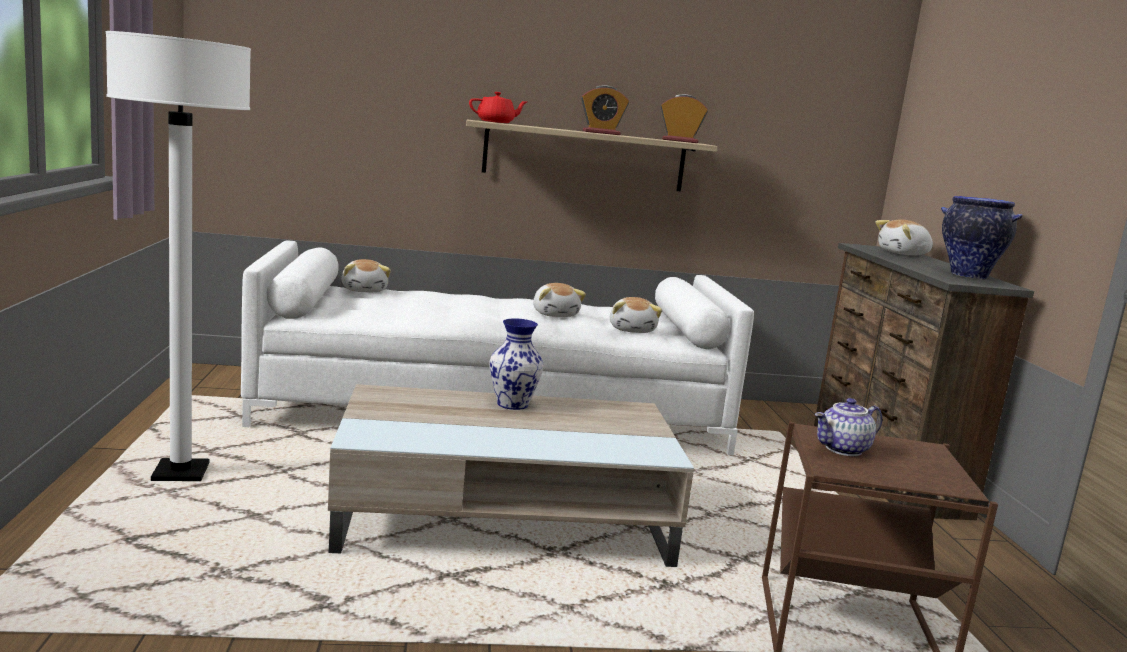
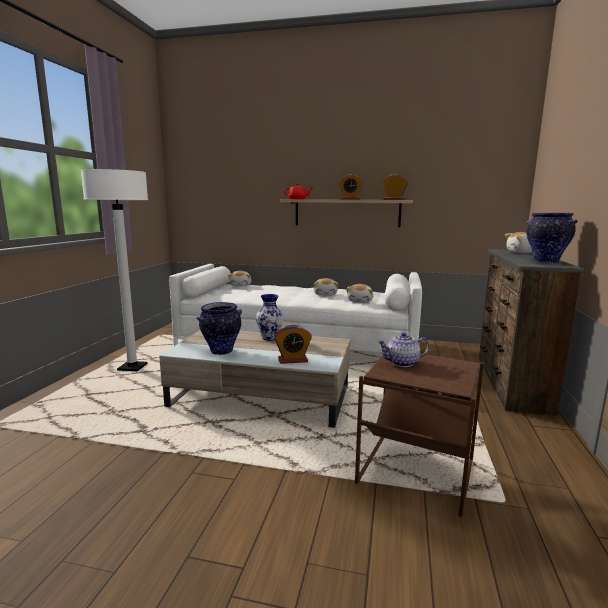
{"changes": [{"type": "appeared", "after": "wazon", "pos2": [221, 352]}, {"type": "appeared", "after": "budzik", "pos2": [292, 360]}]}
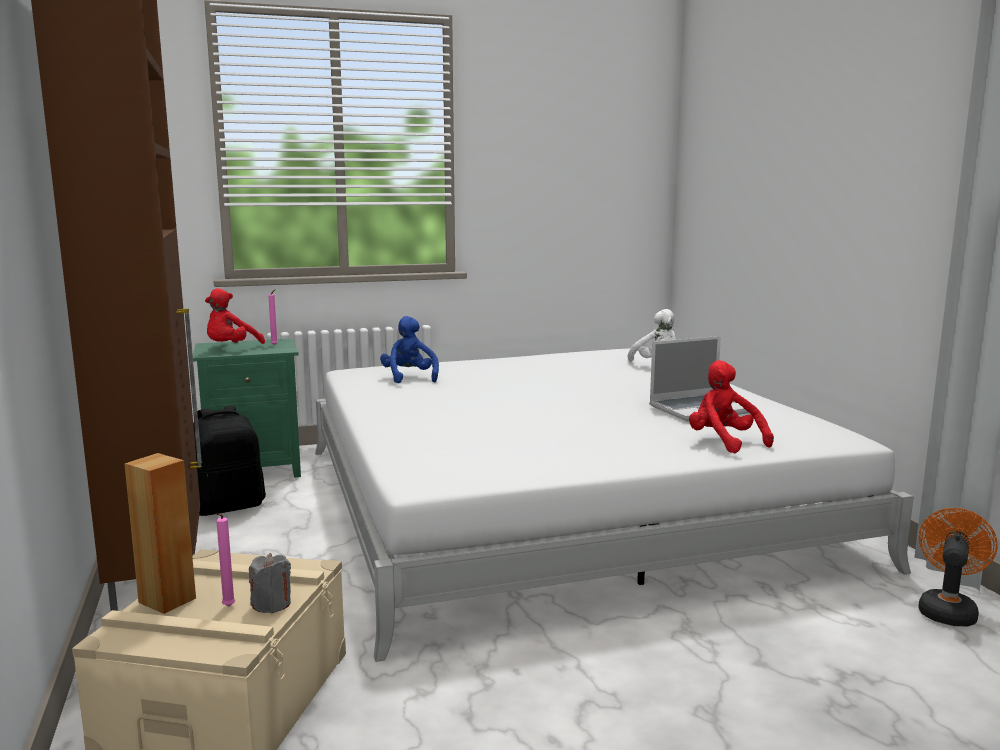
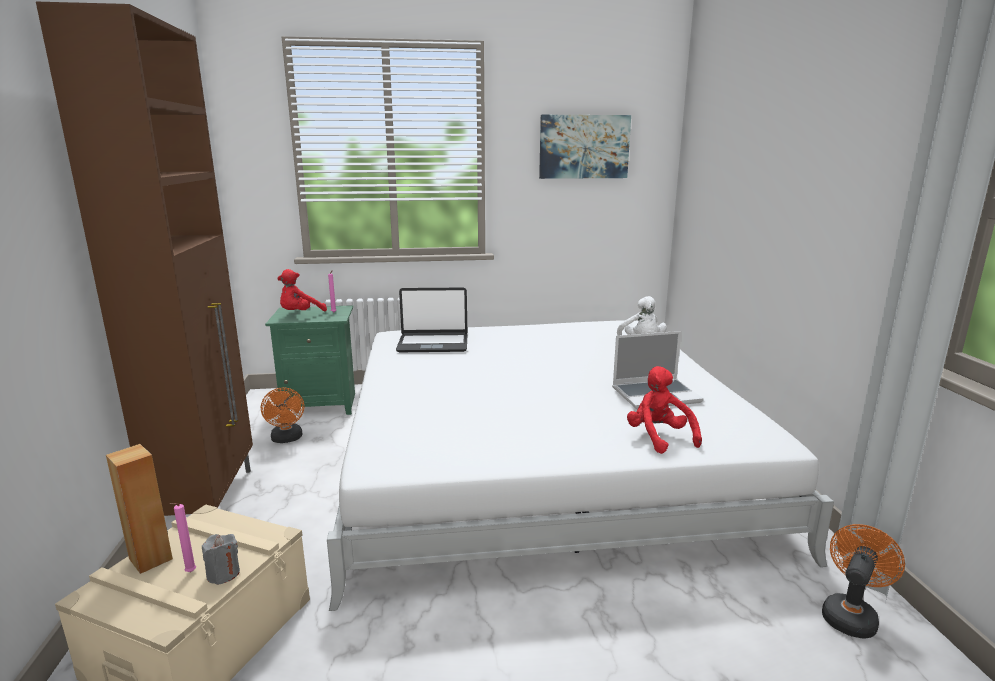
{"changes": [{"type": "appeared", "after": "obraz", "pos2": [584, 147]}, {"type": "exchanged", "before": "plecak (czarny)", "after": "wentylator (pomarańczowy)", "pos1": [228, 506], "pos2": [287, 439]}, {"type": "exchanged", "before": "pluszak (niebieski)", "after": "laptop", "pos1": [409, 378], "pos2": [433, 344]}]}
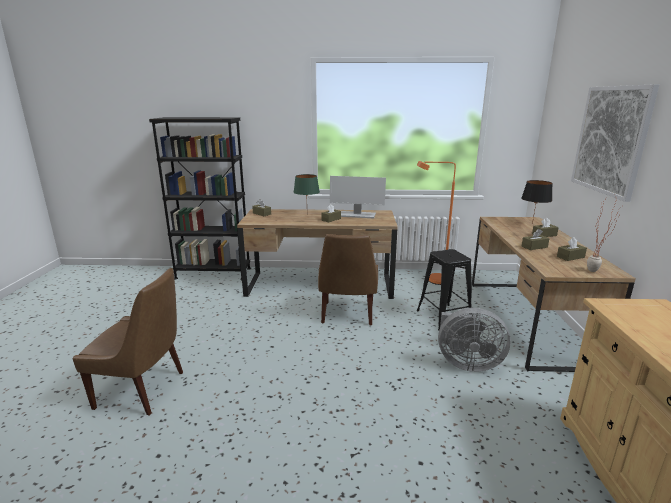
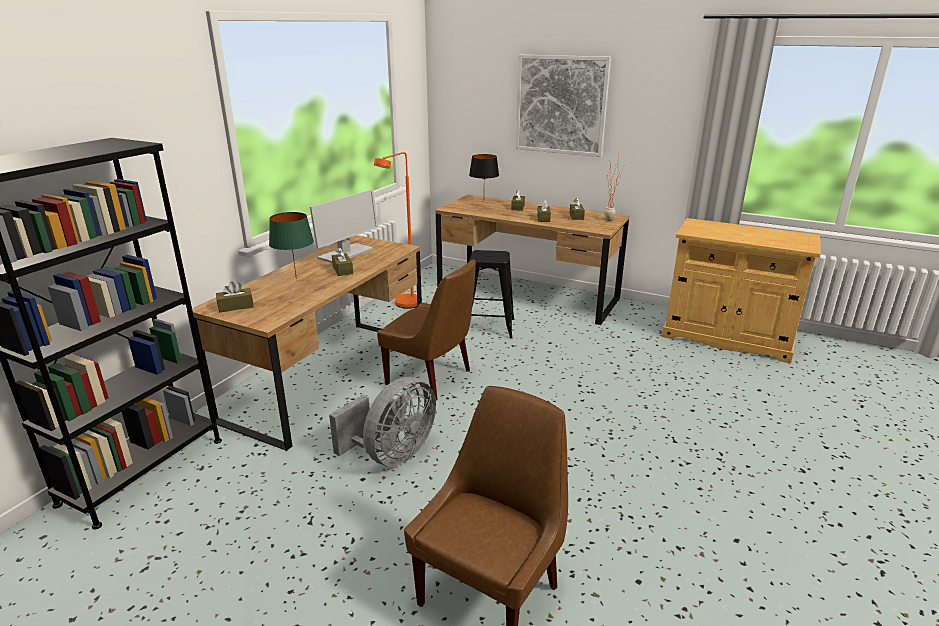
{"changes": [{"type": "relocated", "before": "wentylator (szary)", "pos1": [466, 363], "pos2": [392, 455]}]}
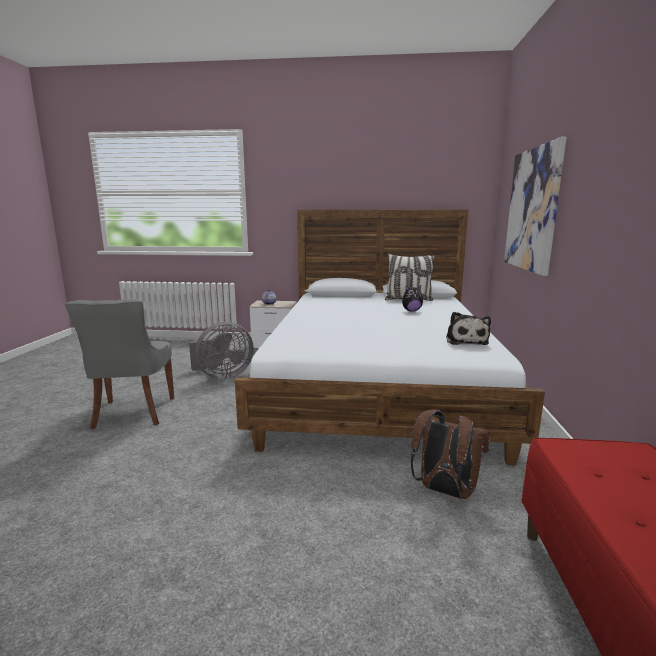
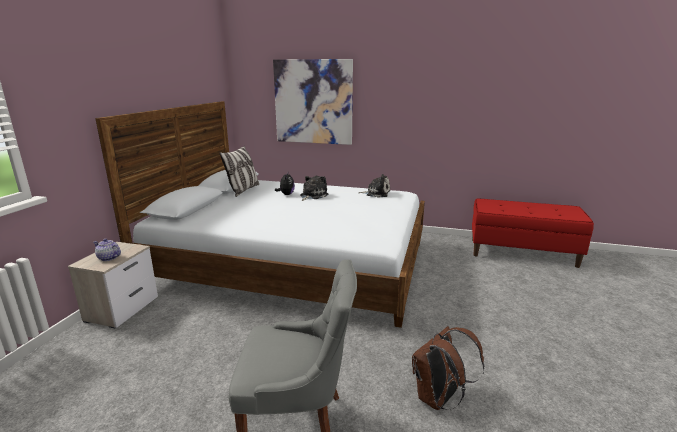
{"changes": [{"type": "missing", "before": "wentylator (szary)", "pos1": [222, 376]}, {"type": "appeared", "after": "pluszak", "pos2": [312, 195]}, {"type": "relocated", "before": "plecak (brązowy)", "pos1": [444, 491], "pos2": [439, 399]}]}
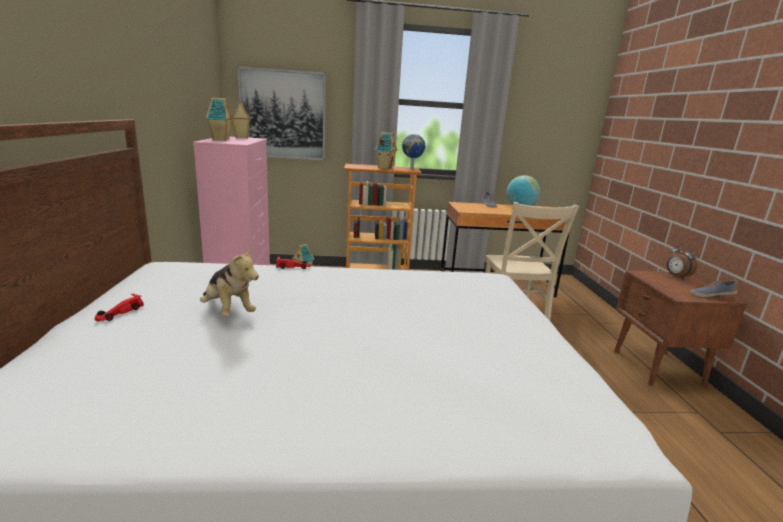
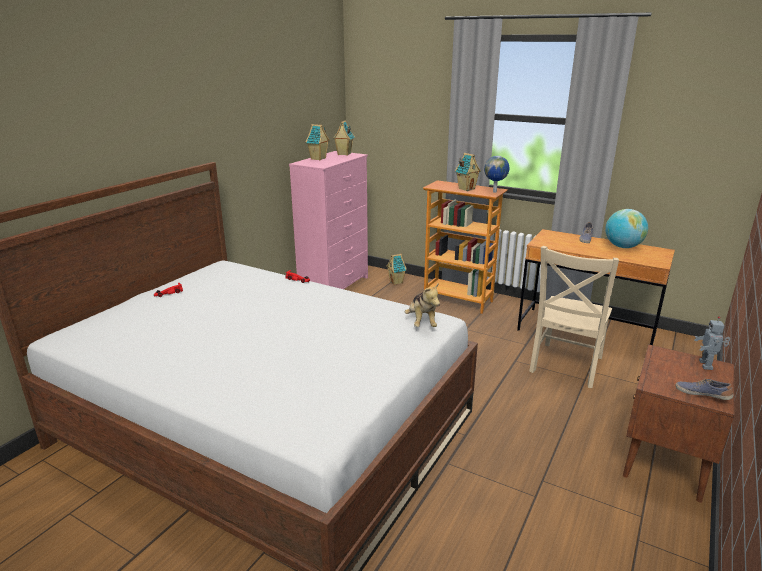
{"changes": [{"type": "missing", "before": "obraz", "pos1": [283, 115]}, {"type": "relocated", "before": "pluszak", "pos1": [228, 311], "pos2": [421, 322]}, {"type": "exchanged", "before": "budzik", "after": "robot zabawkowy", "pos1": [676, 276], "pos2": [706, 365]}]}
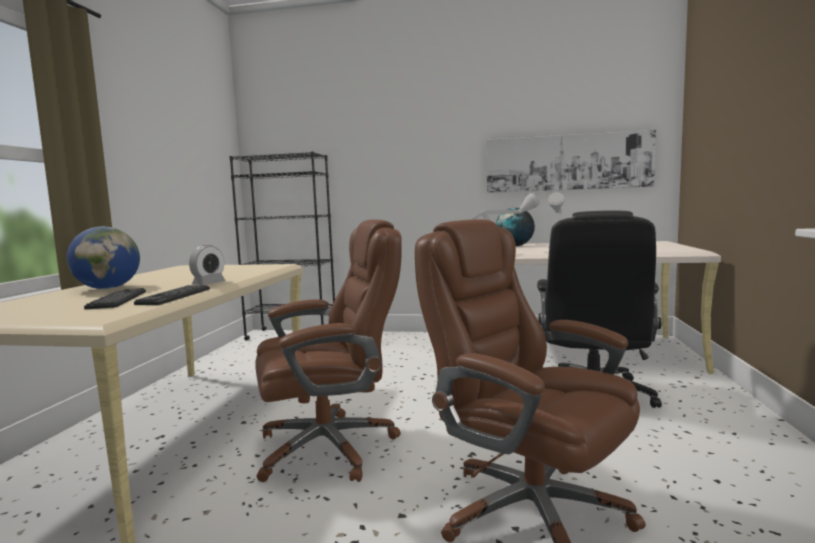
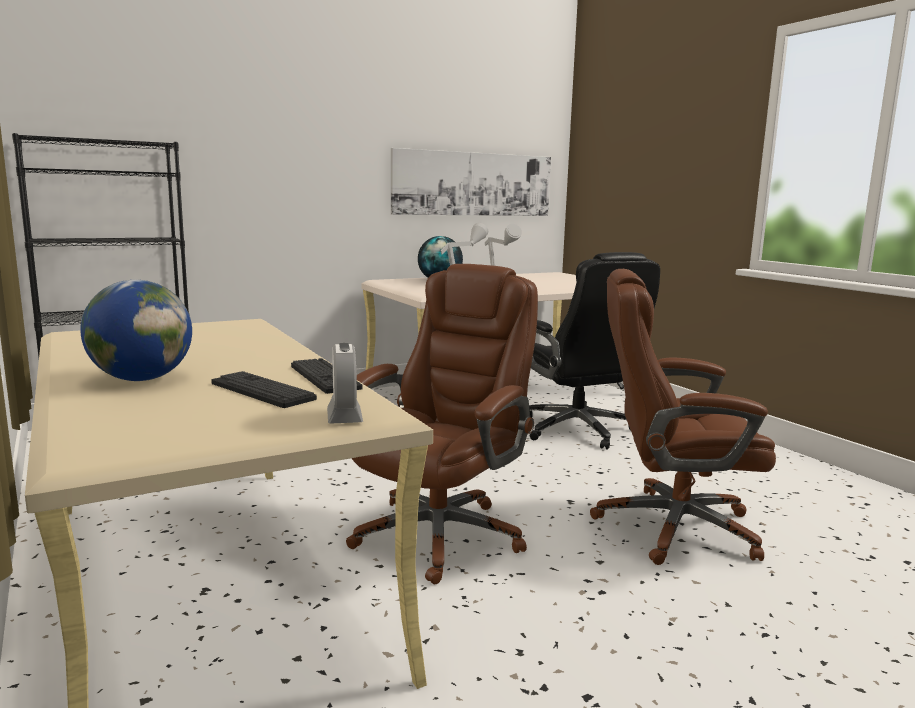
{"changes": [{"type": "relocated", "before": "budzik", "pos1": [209, 284], "pos2": [344, 417]}]}
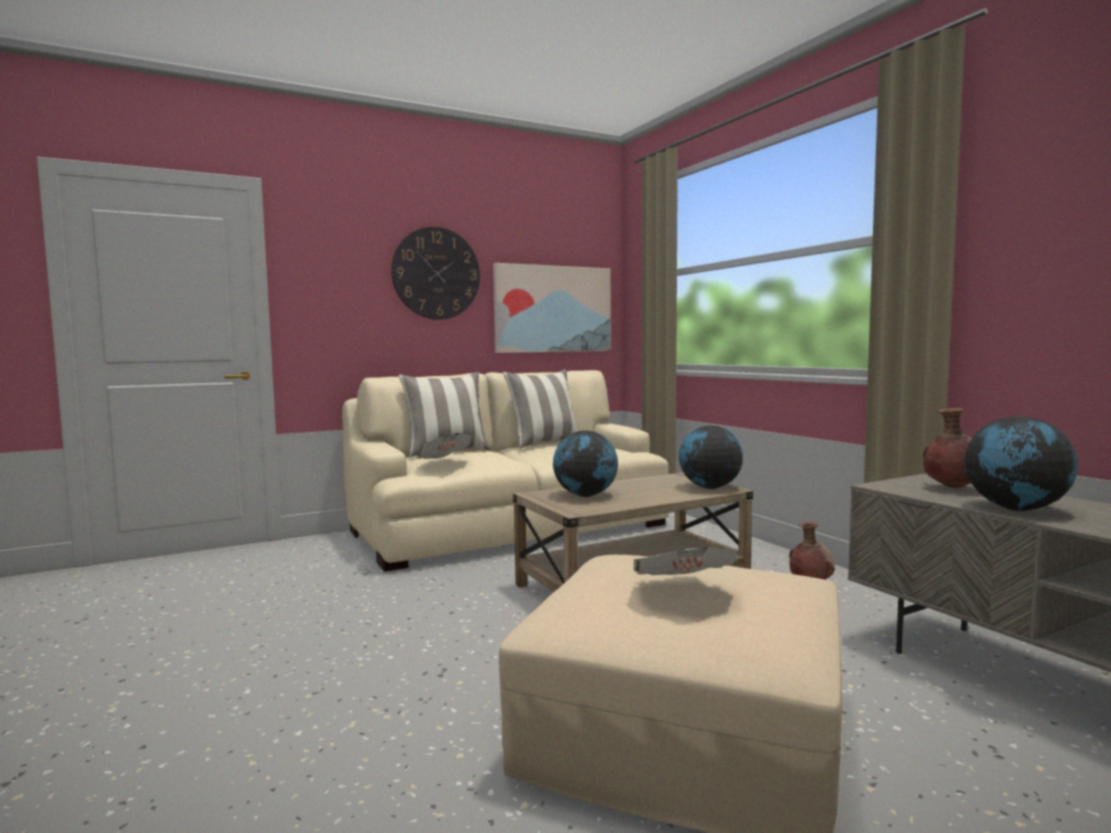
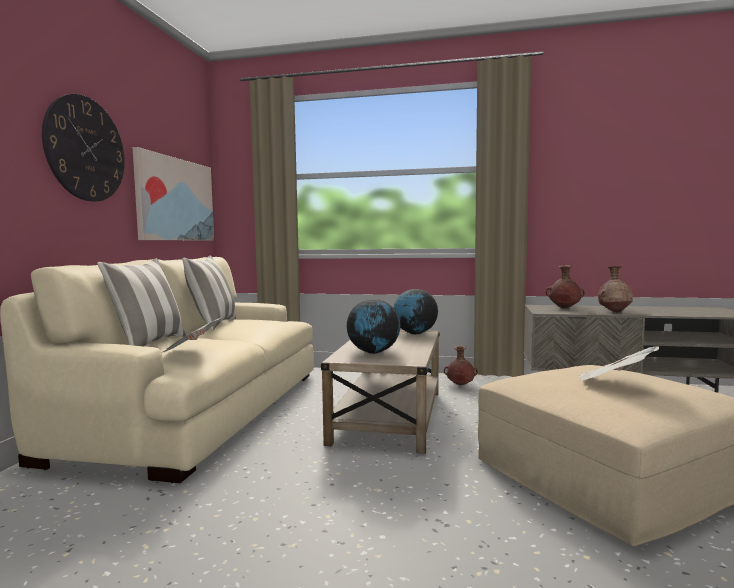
{"changes": [{"type": "exchanged", "before": "globus", "after": "wazon (brązowy)", "pos1": [1017, 508], "pos2": [615, 312]}]}
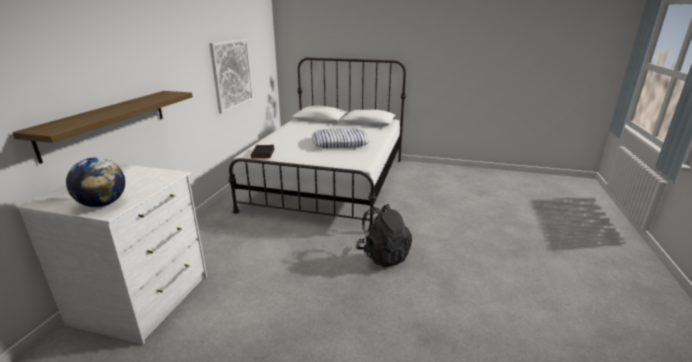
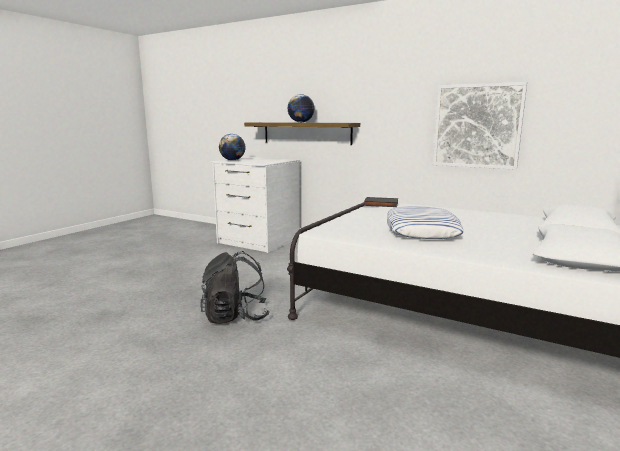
{"changes": [{"type": "appeared", "after": "globus", "pos2": [301, 122]}]}
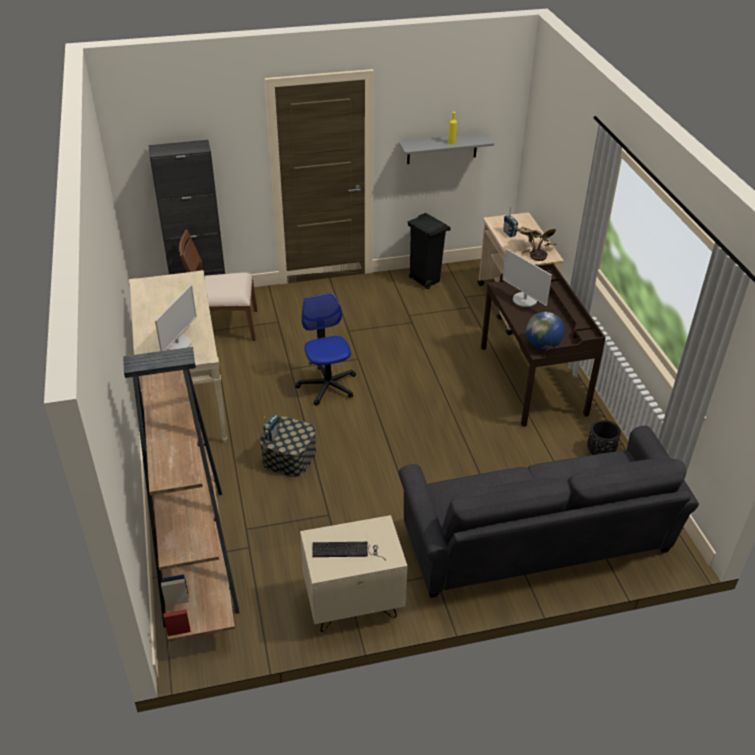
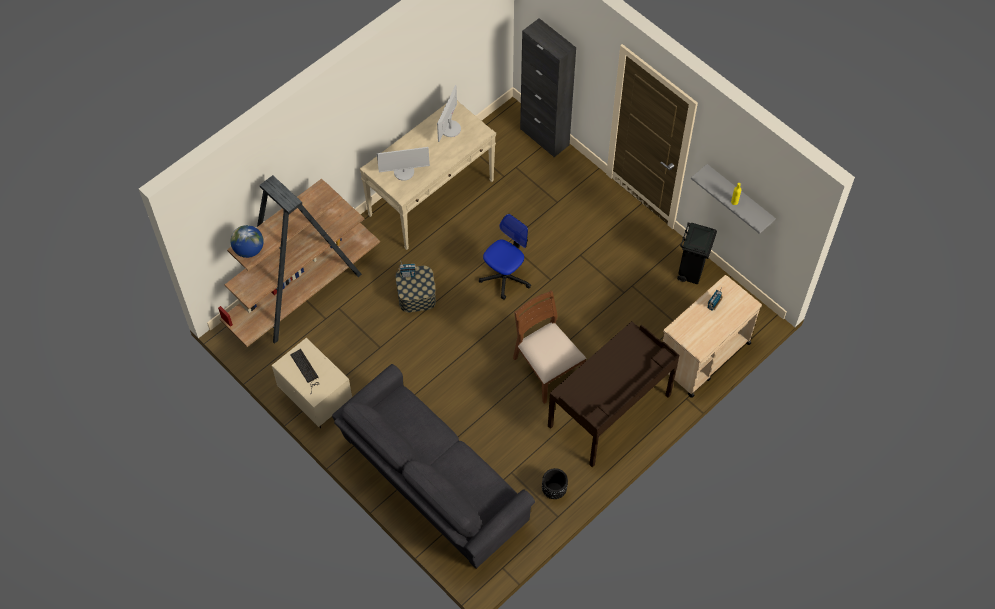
{"changes": [{"type": "missing", "before": "roślina doniczkowa", "pos1": [533, 250]}, {"type": "relocated", "before": "krzesło (brązowy)", "pos1": [225, 326], "pos2": [547, 368]}, {"type": "relocated", "before": "monitor", "pos1": [524, 300], "pos2": [450, 129]}, {"type": "relocated", "before": "globus", "pos1": [542, 345], "pos2": [249, 250]}]}
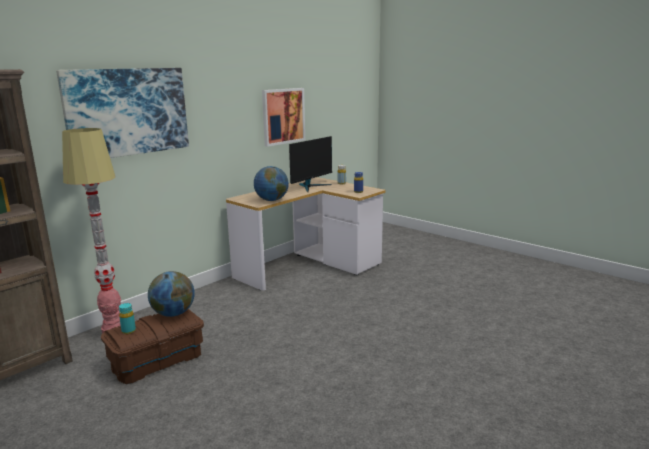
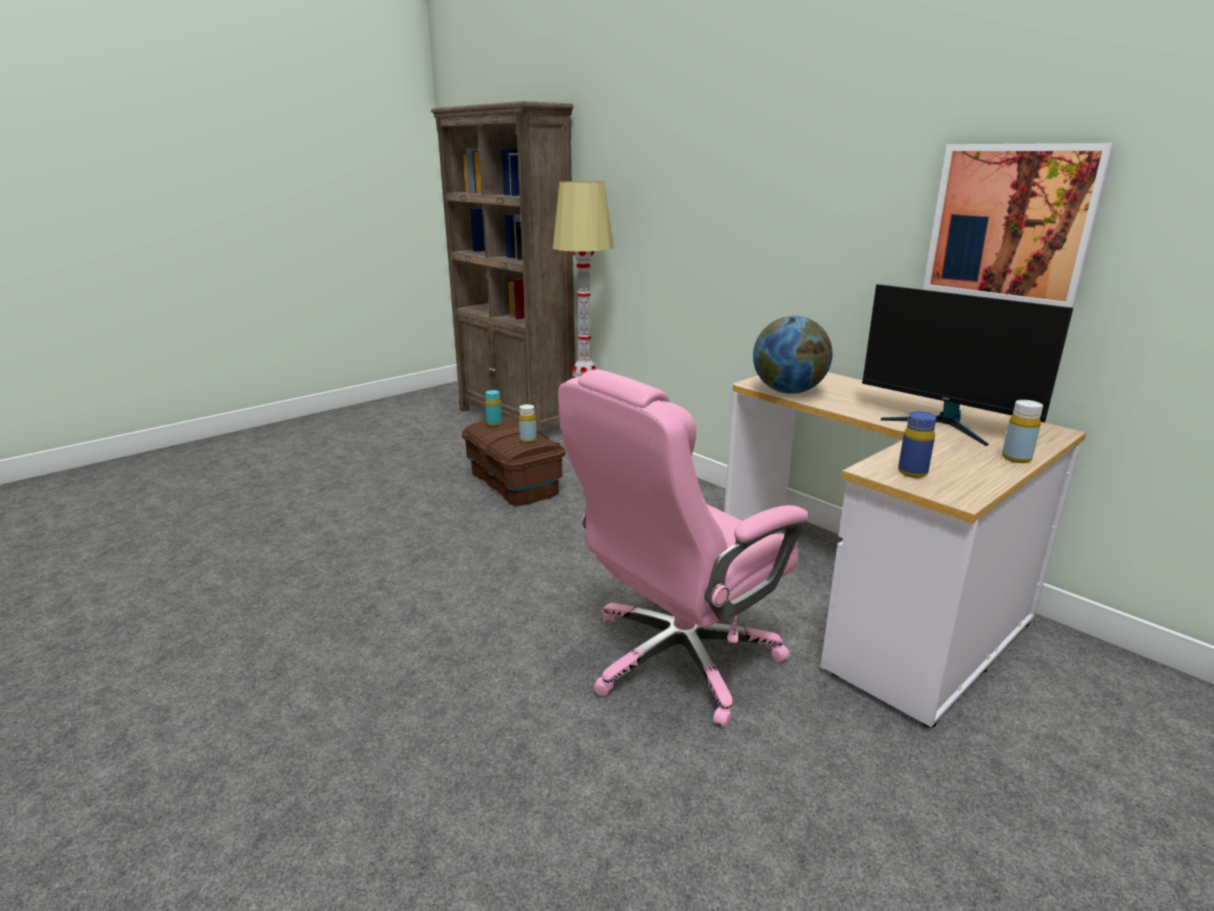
{"changes": [{"type": "missing", "before": "obraz", "pos1": [128, 112]}, {"type": "appeared", "after": "krzesło biurowe (różowy)", "pos2": [677, 659]}, {"type": "exchanged", "before": "globus", "after": "butelka (żółty)", "pos1": [173, 314], "pos2": [528, 440]}]}
